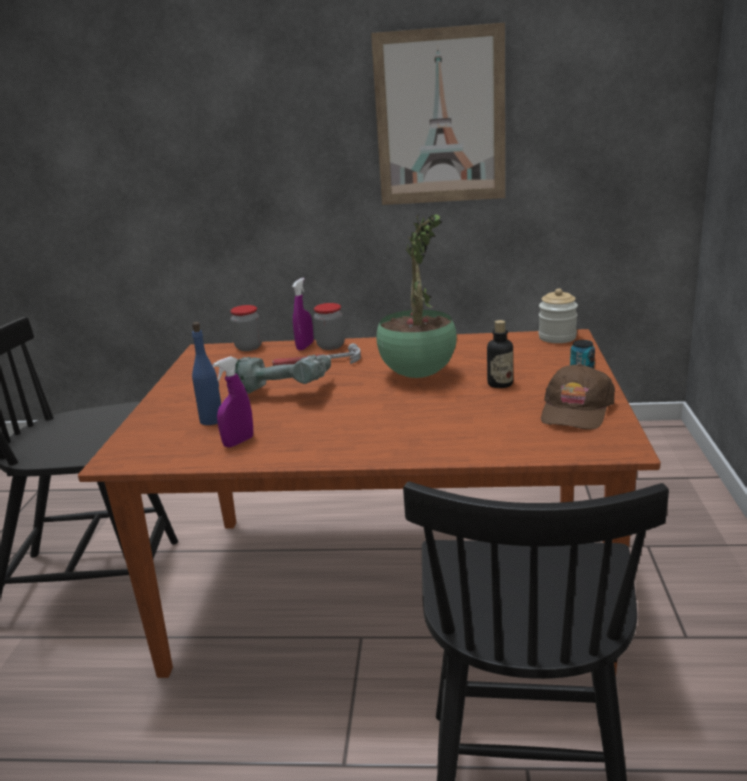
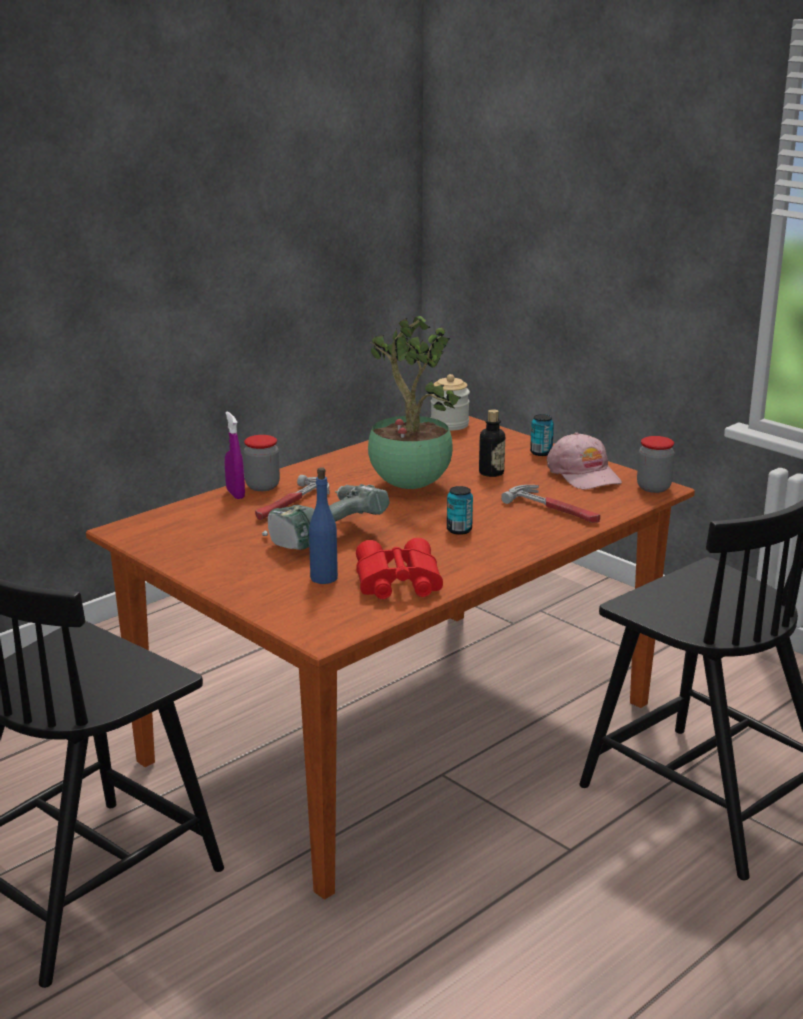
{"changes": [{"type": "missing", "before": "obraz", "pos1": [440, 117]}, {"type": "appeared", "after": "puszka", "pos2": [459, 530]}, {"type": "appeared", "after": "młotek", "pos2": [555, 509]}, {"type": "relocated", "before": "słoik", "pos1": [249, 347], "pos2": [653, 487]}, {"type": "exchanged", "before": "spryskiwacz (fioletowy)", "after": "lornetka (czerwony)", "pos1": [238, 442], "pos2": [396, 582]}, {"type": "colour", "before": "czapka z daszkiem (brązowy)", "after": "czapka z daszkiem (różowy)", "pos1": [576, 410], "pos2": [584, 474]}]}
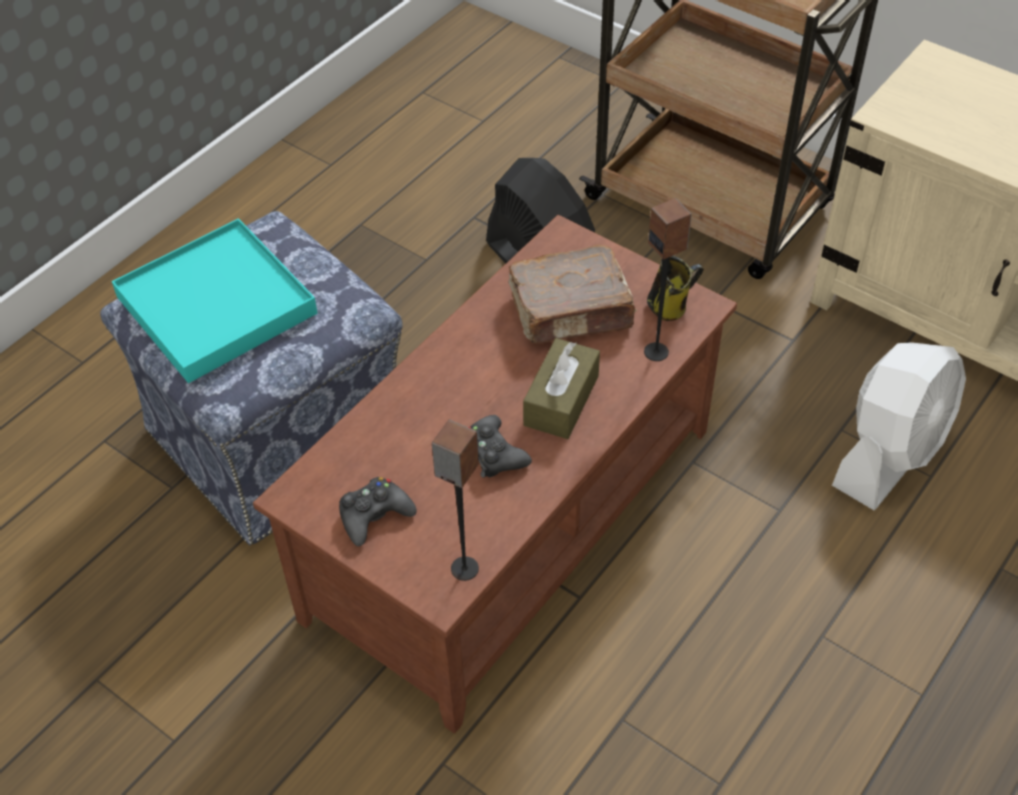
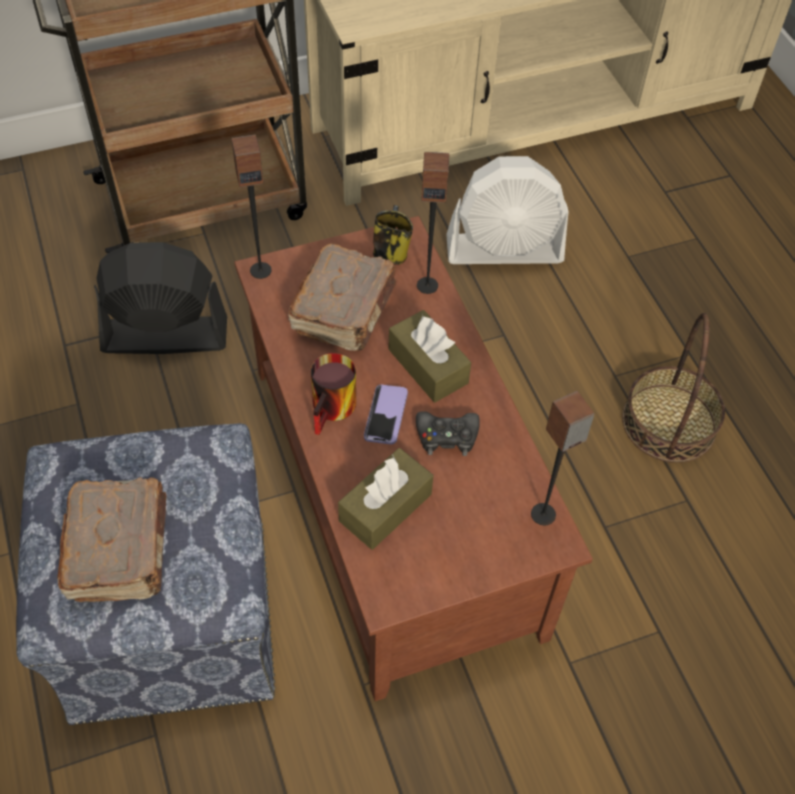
{"changes": [{"type": "missing", "before": "pad do gier (czarny)", "pos1": [374, 515]}, {"type": "appeared", "after": "głośnik", "pos2": [260, 270]}, {"type": "appeared", "after": "kubek", "pos2": [335, 410]}, {"type": "appeared", "after": "pudełko chusteczek (brązowy)", "pos2": [385, 507]}, {"type": "appeared", "after": "telefon", "pos2": [386, 415]}, {"type": "appeared", "after": "koszyk", "pos2": [668, 422]}, {"type": "exchanged", "before": "taca (turkusowy)", "after": "książka (brązowy)", "pos1": [217, 305], "pos2": [120, 548]}, {"type": "spun", "before": "wentylator (biały)", "pos1": [890, 454], "pos2": [505, 250], "turn": 105}]}
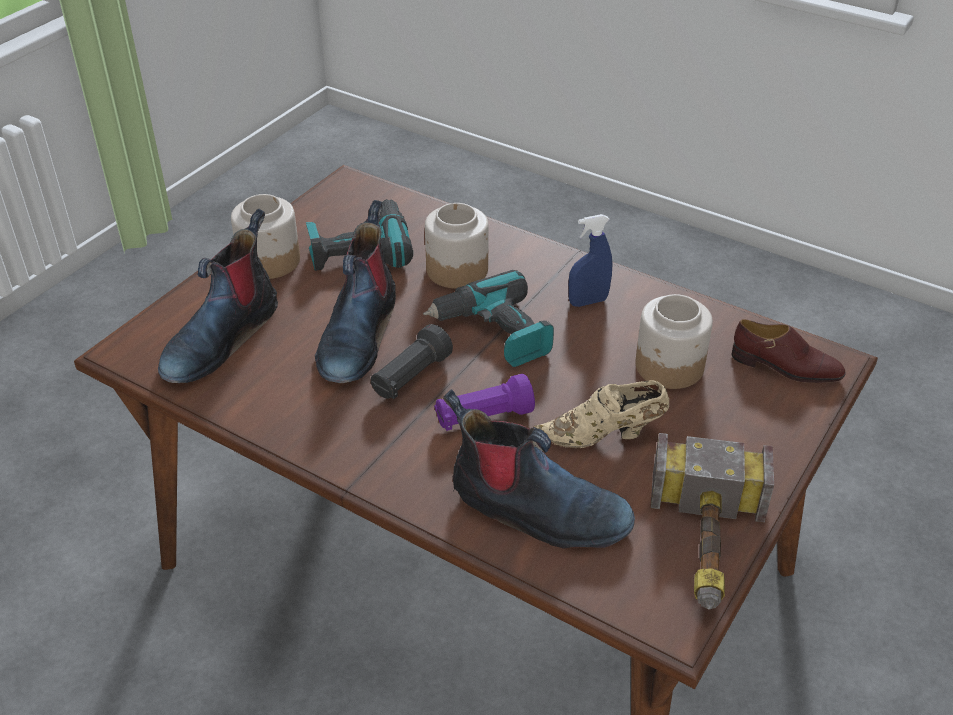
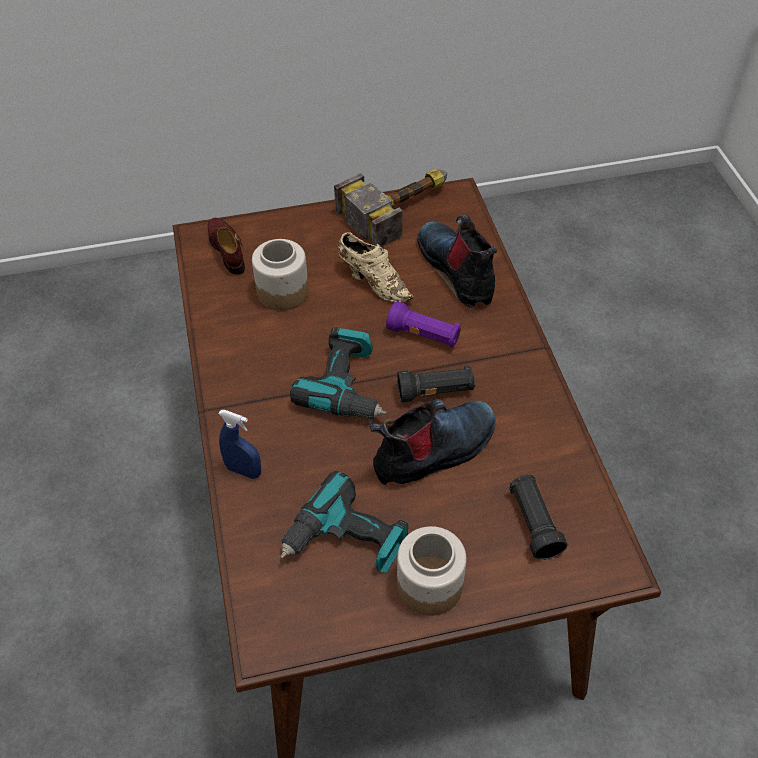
{"changes": [{"type": "missing", "before": "słoik", "pos1": [457, 269]}, {"type": "relocated", "before": "spryskiwacz (niebieski)", "pos1": [588, 301], "pos2": [243, 470]}, {"type": "exchanged", "before": "but z cholewką", "after": "latarka (czarny)", "pos1": [221, 338], "pos2": [533, 523]}]}
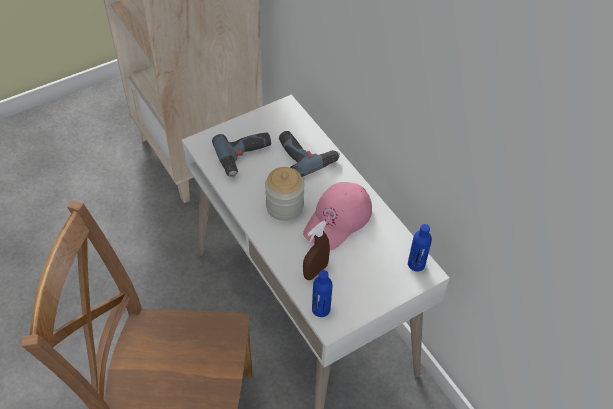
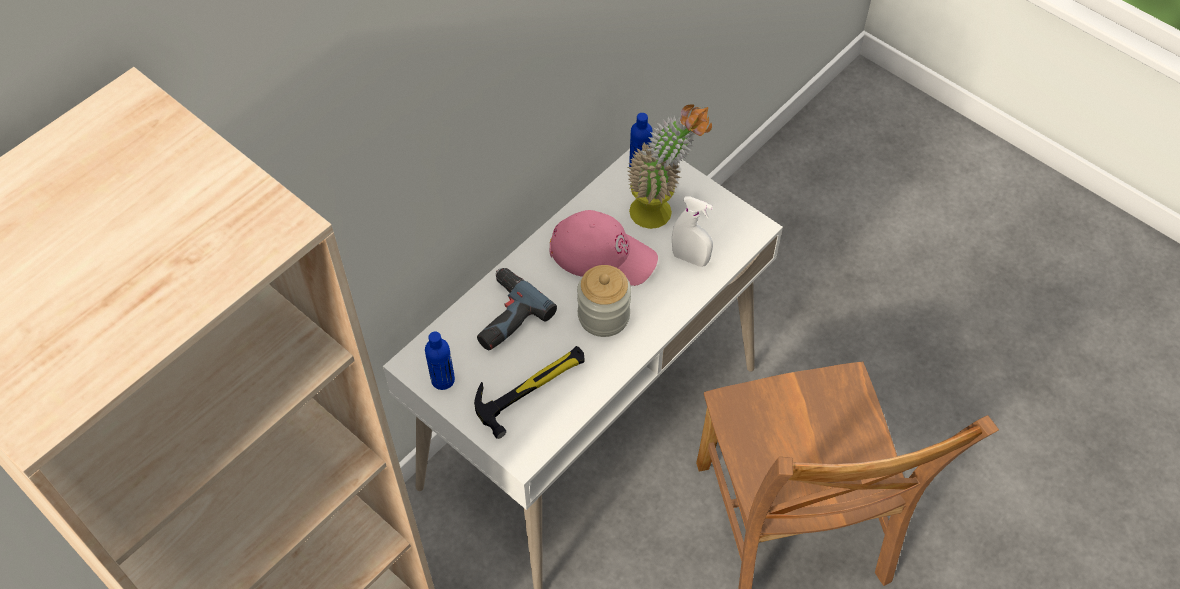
{"changes": [{"type": "appeared", "after": "roślina doniczkowa", "pos2": [662, 211]}, {"type": "relocated", "before": "butelka (niebieski)", "pos1": [321, 309], "pos2": [443, 380]}, {"type": "exchanged", "before": "wiertarka", "after": "młotek", "pos1": [245, 157], "pos2": [531, 387]}, {"type": "colour", "before": "spryskiwacz (brązowy)", "after": "spryskiwacz (biały)", "pos1": [315, 271], "pos2": [690, 258]}]}
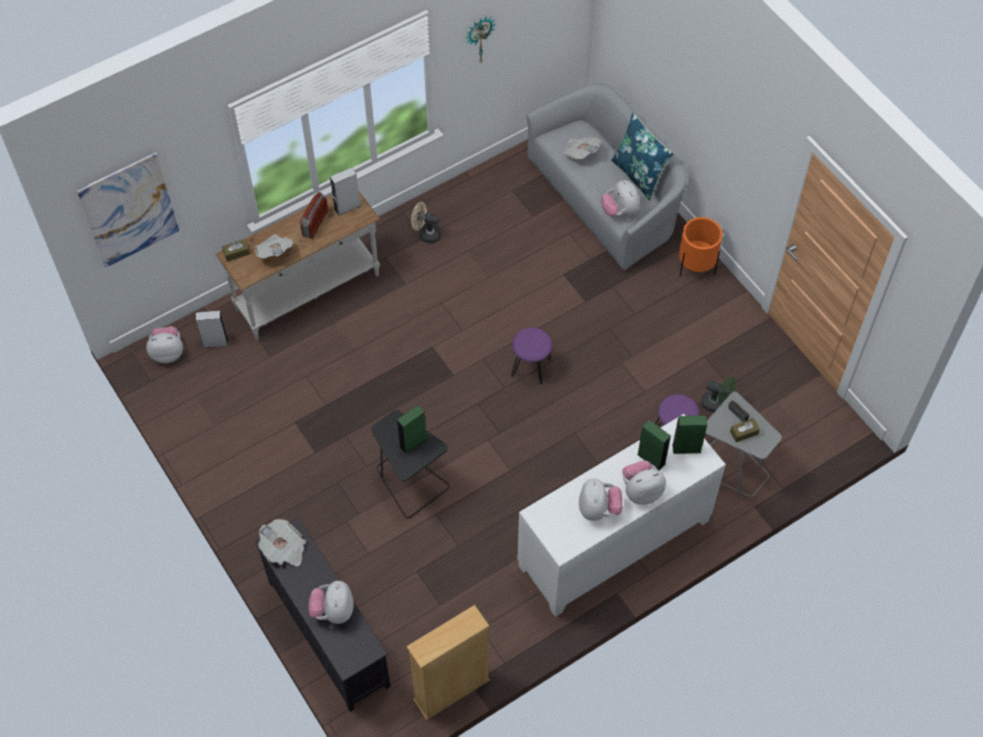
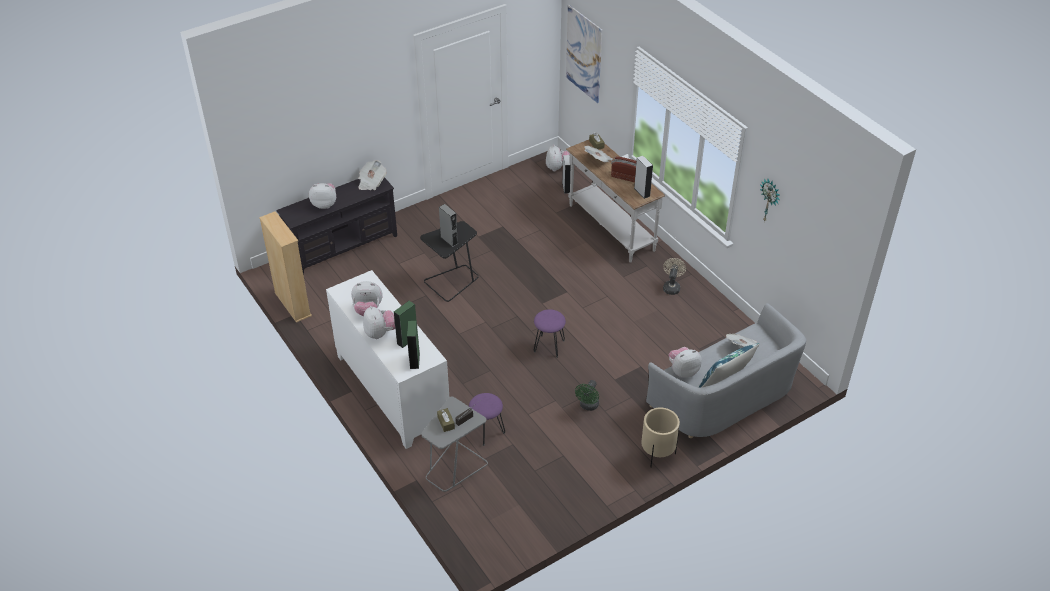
{"changes": [{"type": "relocated", "before": "wentylator (zielony)", "pos1": [716, 404], "pos2": [588, 406]}, {"type": "colour", "before": "głośnik (zielony)", "after": "głośnik (szary)", "pos1": [413, 443], "pos2": [449, 240]}, {"type": "colour", "before": "donica (pomarańczowy)", "after": "donica (beżowy)", "pos1": [696, 267], "pos2": [657, 454]}]}
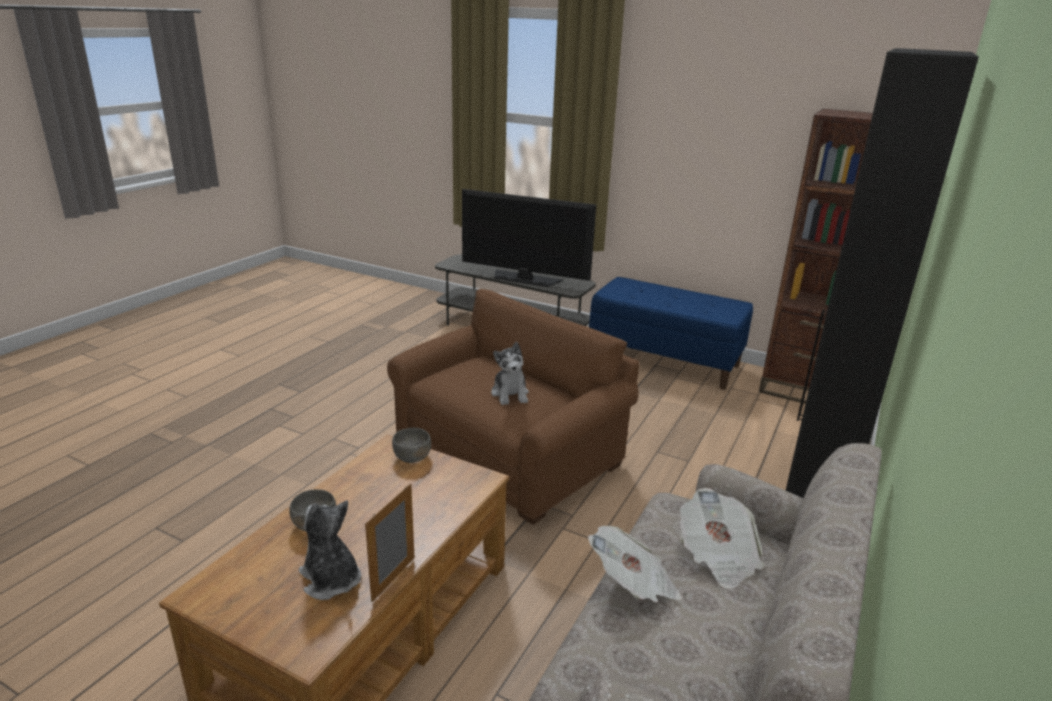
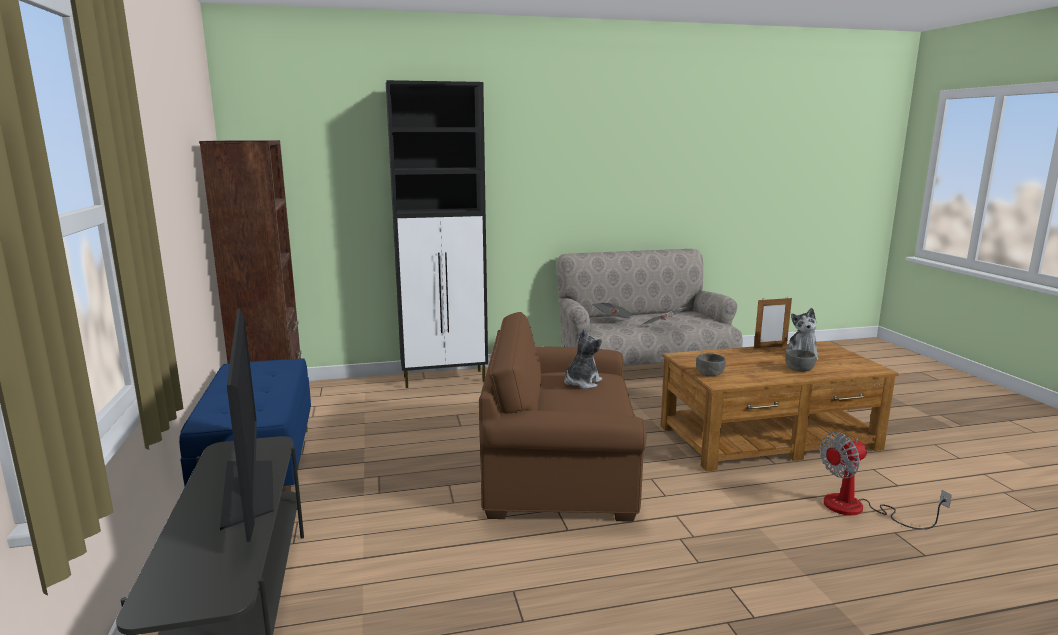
{"changes": [{"type": "appeared", "after": "wentylator", "pos2": [858, 509]}]}
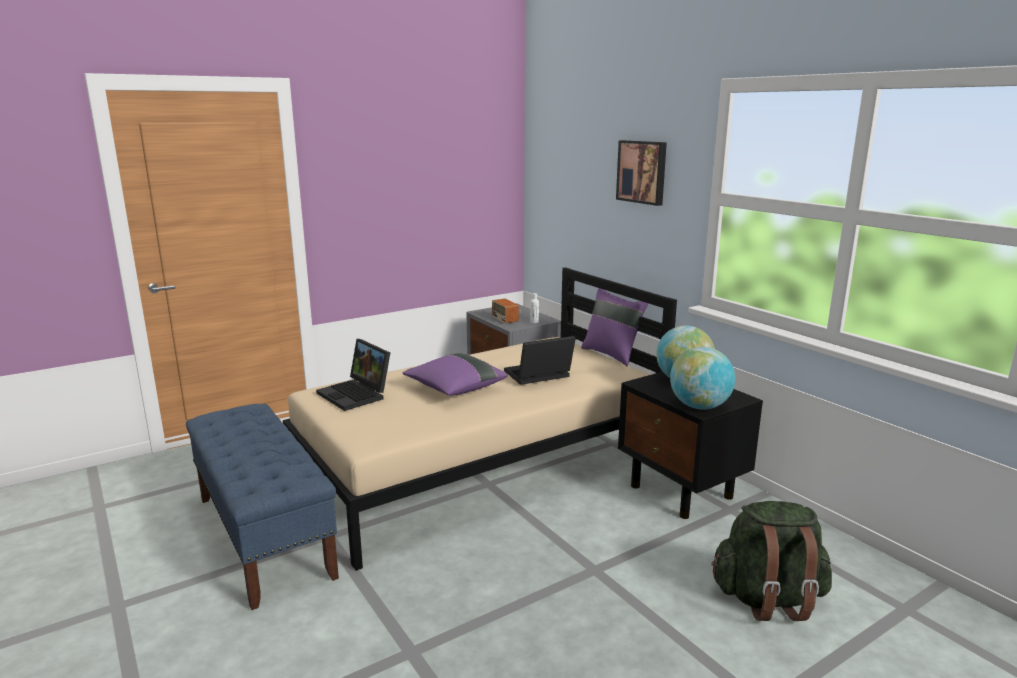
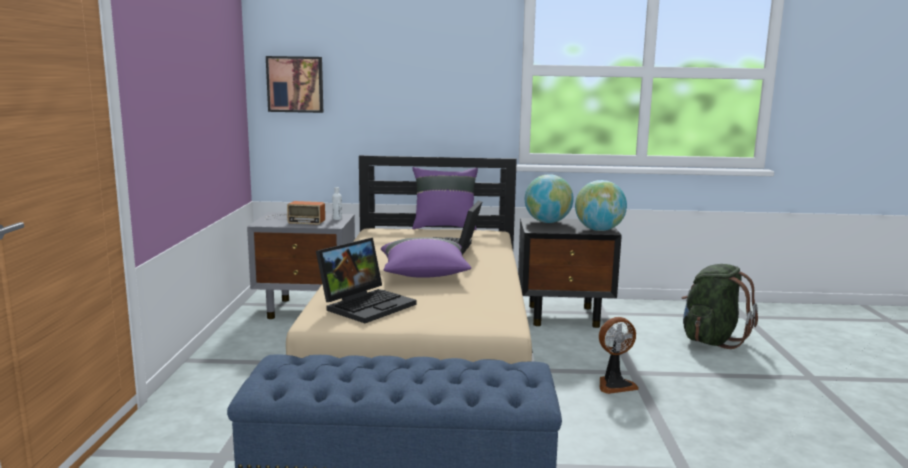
{"changes": [{"type": "appeared", "after": "wentylator", "pos2": [614, 385]}, {"type": "relocated", "before": "obraz", "pos1": [642, 172], "pos2": [295, 84]}, {"type": "spun", "before": "laptop", "pos1": [357, 395], "pos2": [367, 305], "turn": -45}]}
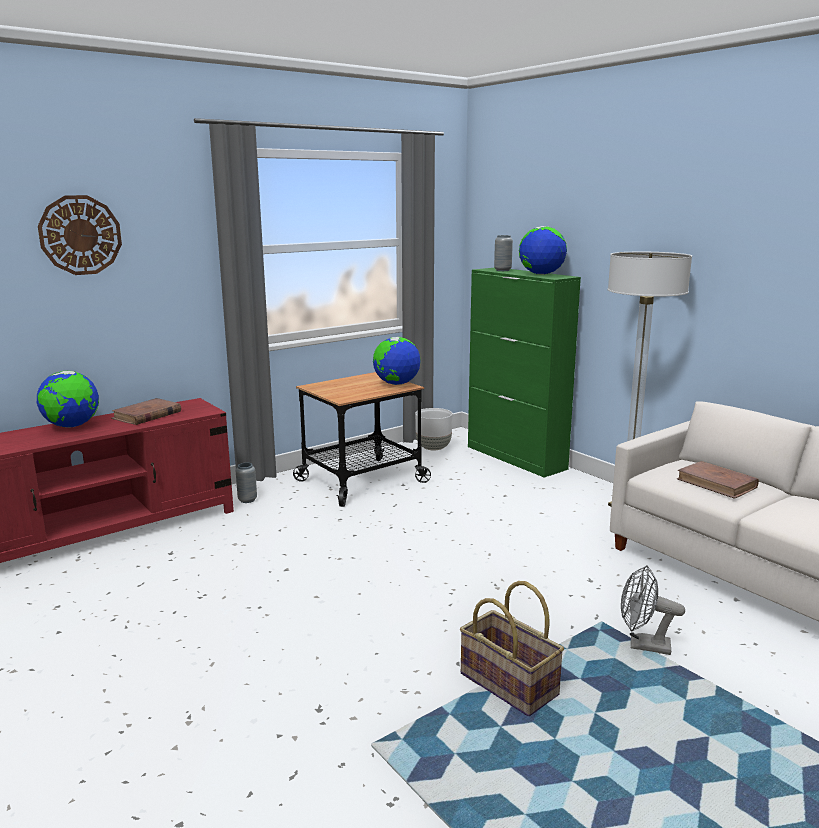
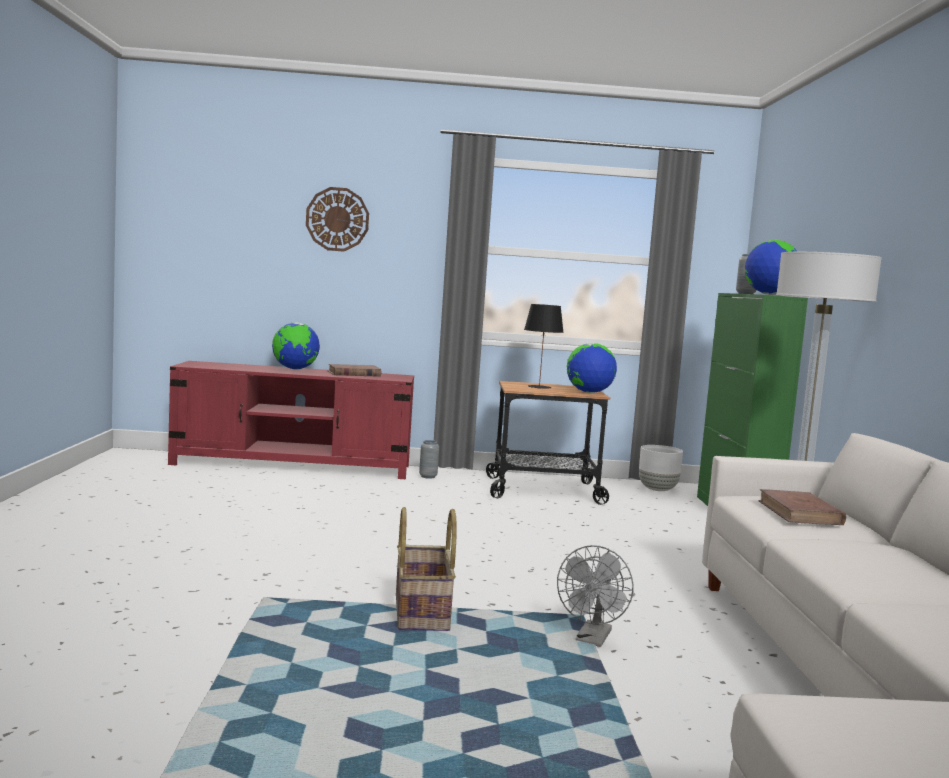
{"changes": [{"type": "appeared", "after": "lampa stołowa (czarny)", "pos2": [539, 387]}, {"type": "spun", "before": "wentylator (szary)", "pos1": [642, 645], "pos2": [592, 640], "turn": -120}]}
